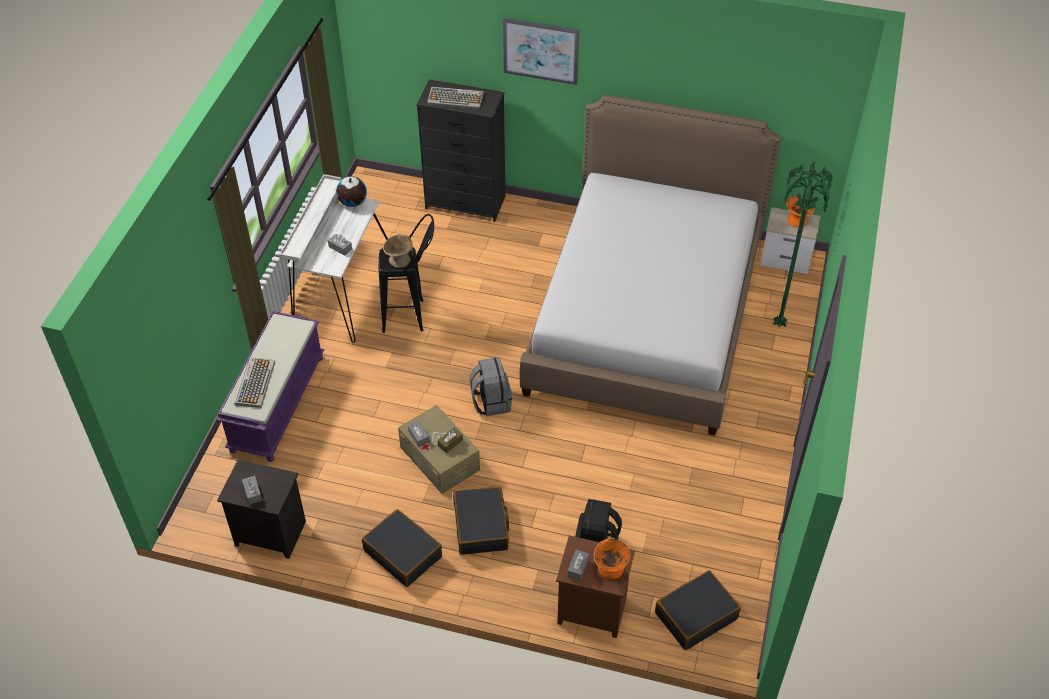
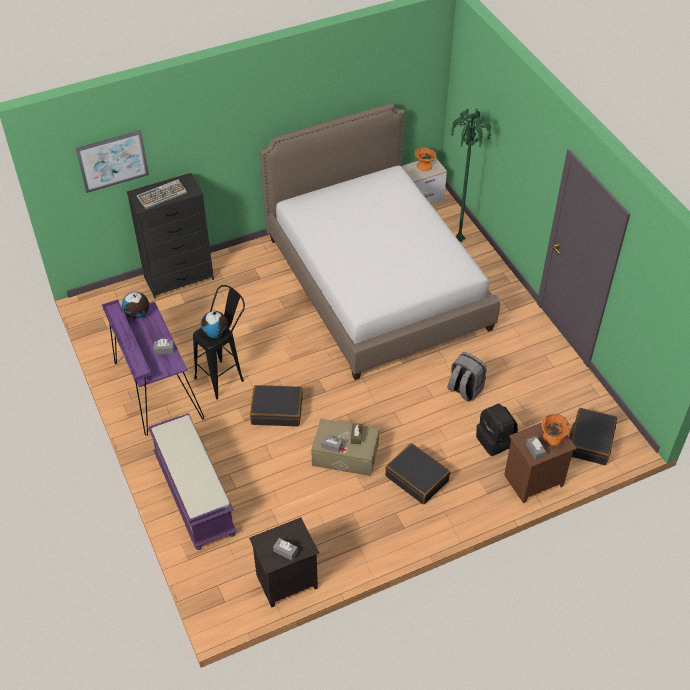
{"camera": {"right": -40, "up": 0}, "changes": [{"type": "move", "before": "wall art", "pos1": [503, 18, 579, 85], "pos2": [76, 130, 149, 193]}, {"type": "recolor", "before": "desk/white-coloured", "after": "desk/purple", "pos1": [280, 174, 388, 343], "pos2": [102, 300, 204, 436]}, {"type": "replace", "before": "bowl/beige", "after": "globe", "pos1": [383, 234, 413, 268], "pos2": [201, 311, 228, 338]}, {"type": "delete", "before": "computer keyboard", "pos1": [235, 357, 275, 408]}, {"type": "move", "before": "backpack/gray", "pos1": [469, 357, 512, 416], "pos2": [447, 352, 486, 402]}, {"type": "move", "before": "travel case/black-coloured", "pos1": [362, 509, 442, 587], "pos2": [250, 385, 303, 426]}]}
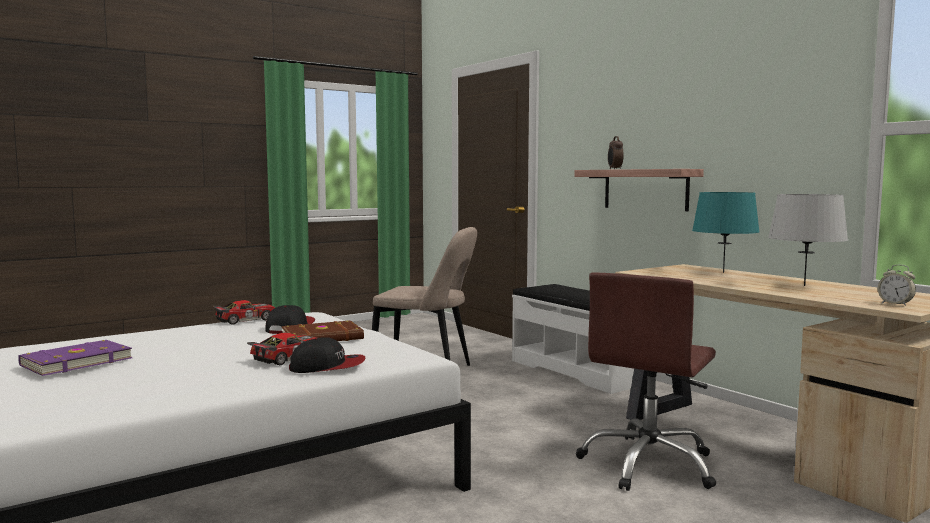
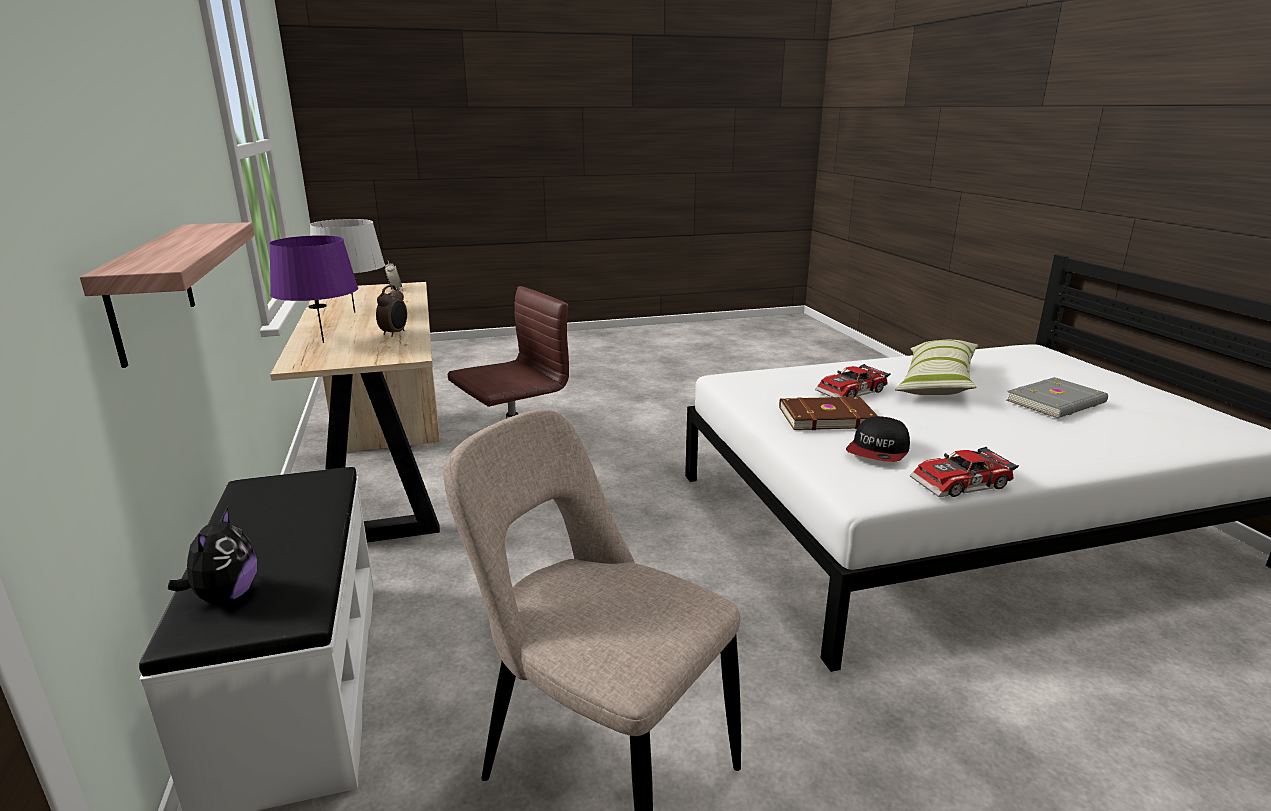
{"camera": {"right": -160, "up": 15}, "changes": [{"type": "move", "before": "alarm clock", "pos1": [608, 136, 624, 169], "pos2": [376, 285, 407, 337]}, {"type": "recolor", "before": "table lamp/turquoise-coloured", "after": "table lamp/purple", "pos1": [692, 192, 760, 273], "pos2": [269, 235, 358, 343]}, {"type": "delete", "before": "peaked cap", "pos1": [289, 337, 365, 373]}, {"type": "recolor", "before": "volume/purple", "after": "volume/gray", "pos1": [18, 340, 132, 376], "pos2": [1006, 377, 1108, 418]}, {"type": "insert", "after": "cushion", "pos2": [895, 340, 979, 395]}, {"type": "insert", "after": "cuddly toy", "pos2": [168, 507, 257, 604]}]}
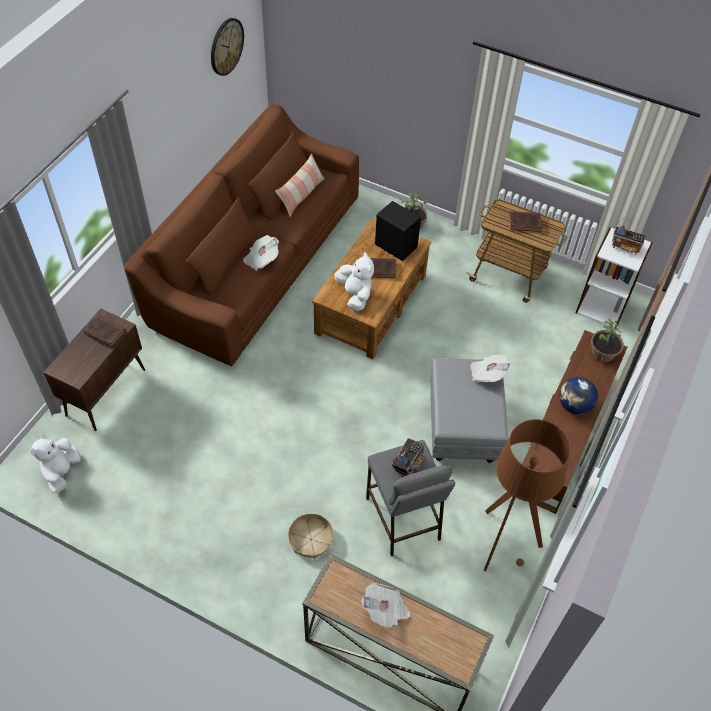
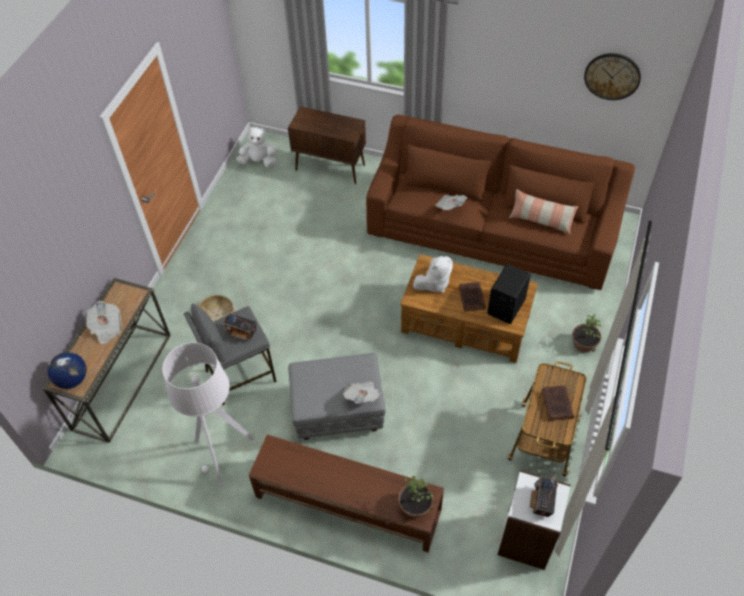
{"camera": {"right": 85, "up": 0}, "changes": [{"type": "delete", "before": "volume/brown-coloured", "pos1": [83, 315, 126, 348]}, {"type": "move", "before": "globe", "pos1": [559, 377, 598, 415], "pos2": [48, 352, 87, 389]}, {"type": "recolor", "before": "standard lamp/brown-coloured", "after": "standard lamp/white-coloured", "pos1": [484, 419, 571, 571], "pos2": [162, 342, 254, 487]}]}
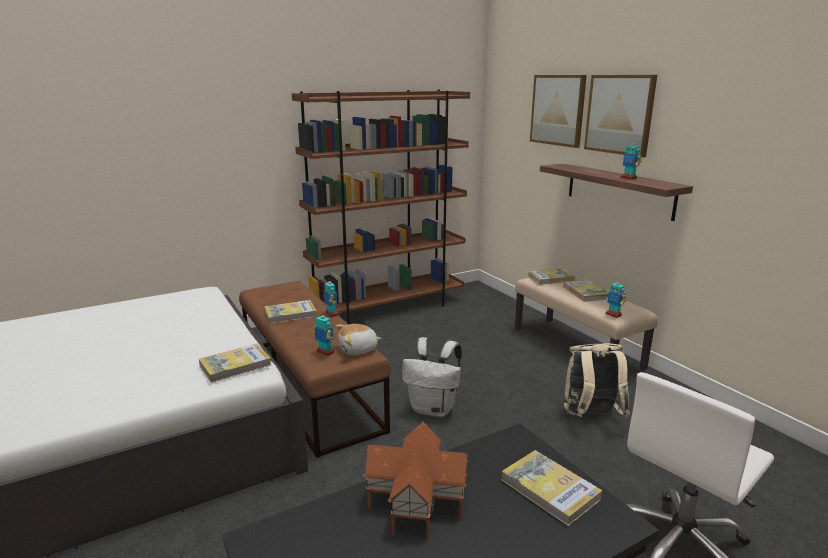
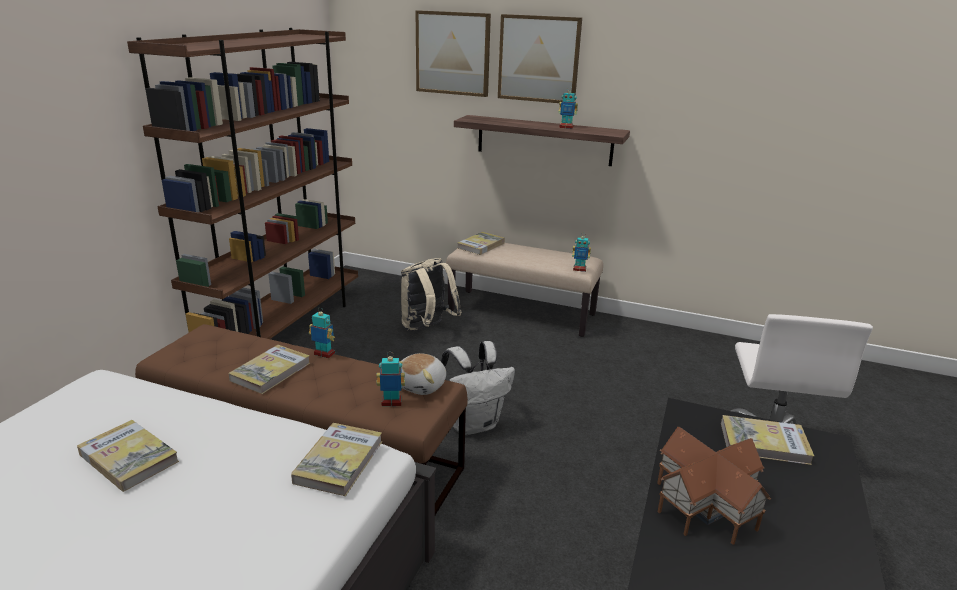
{"camera": {"right": -40, "up": 5}, "changes": [{"type": "move", "before": "volume", "pos1": [563, 280, 608, 302], "pos2": [77, 420, 179, 492]}, {"type": "move", "before": "backpack/beige", "pos1": [564, 343, 630, 417], "pos2": [401, 258, 462, 331]}]}
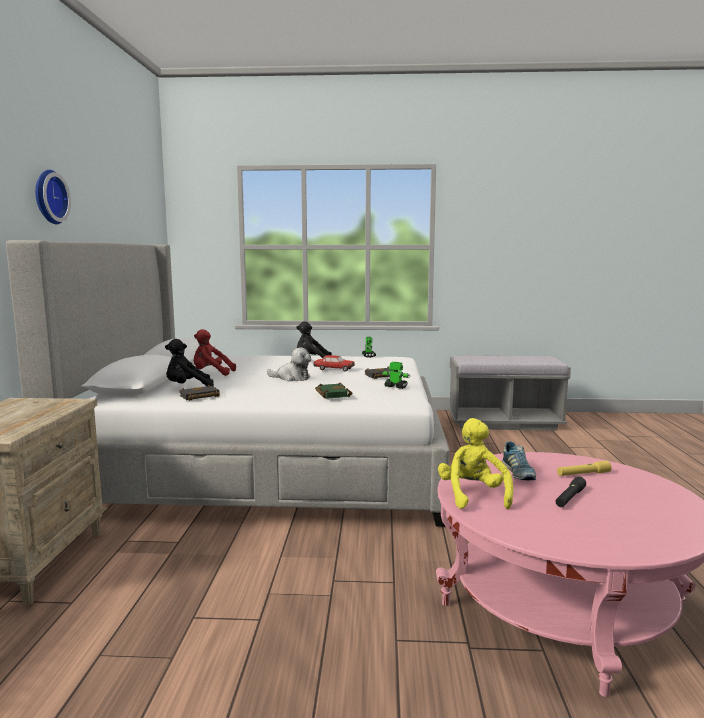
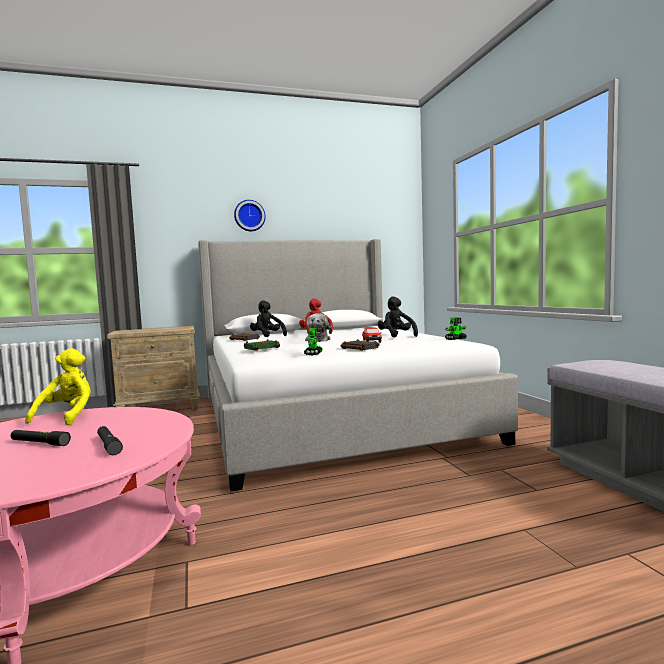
{"camera": {"right": 70, "up": -5}, "changes": [{"type": "rotate", "before": "cuddly toy/yellow-coloured", "pos1": [438, 418, 513, 509], "pos2": [25, 348, 91, 425], "turn": -60}, {"type": "delete", "before": "shoe", "pos1": [502, 441, 536, 480]}, {"type": "recolor", "before": "flashlight/yellow-coloured", "after": "flashlight/black-coloured", "pos1": [557, 461, 611, 476], "pos2": [97, 426, 123, 455]}]}
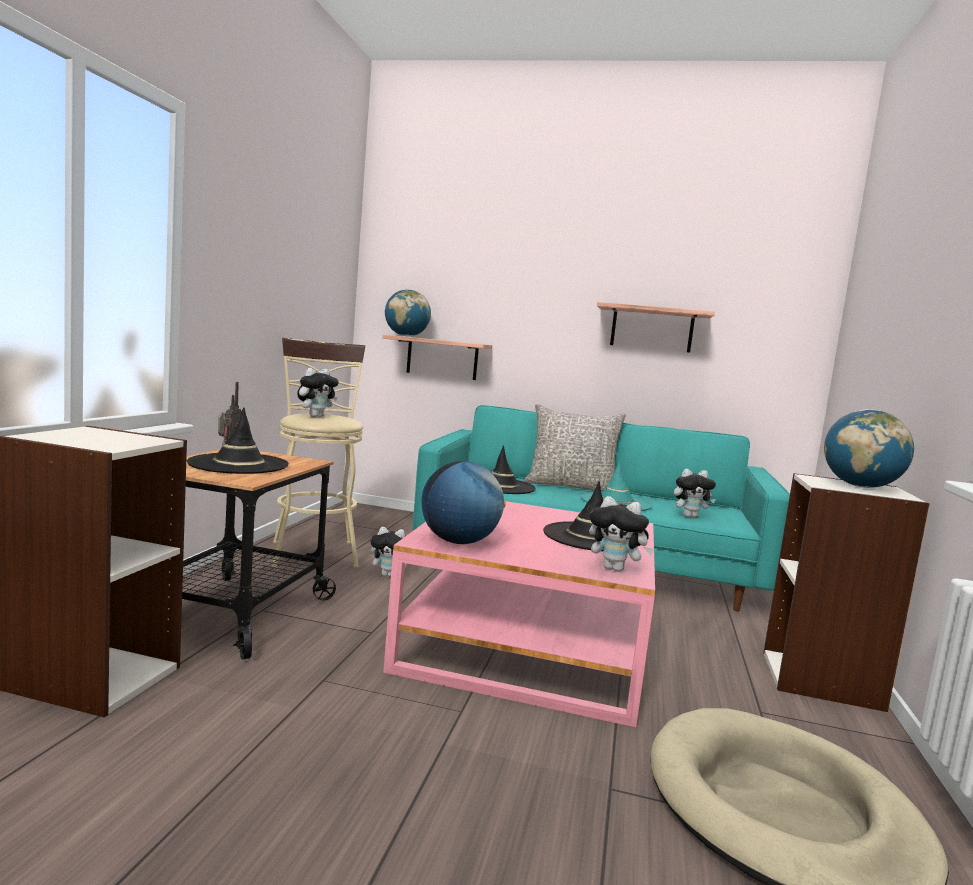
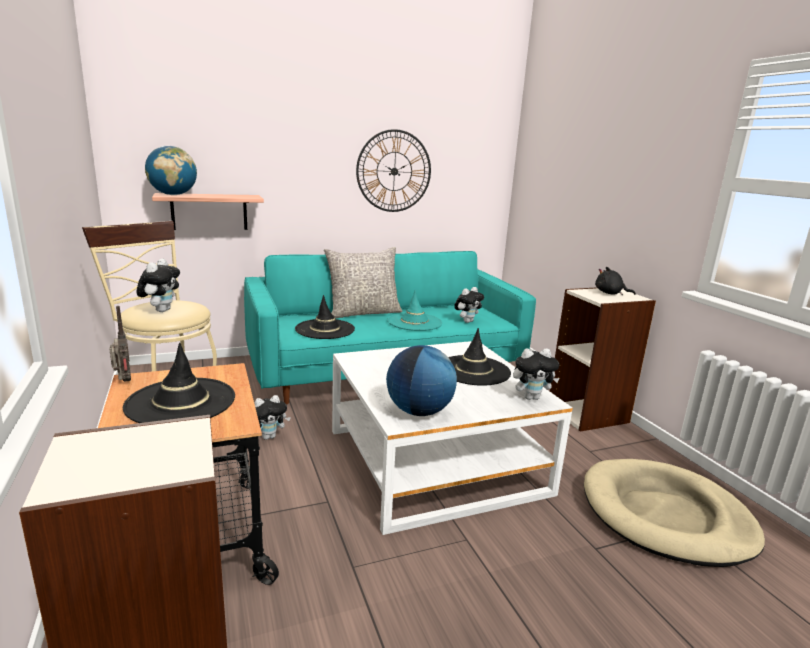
{"camera": {"right": -35, "up": 10}, "changes": [{"type": "replace", "before": "bracket shelf", "after": "wall clock", "pos1": [597, 302, 715, 353], "pos2": [356, 129, 431, 212]}, {"type": "replace", "before": "globe", "after": "cuddly toy/black-coloured", "pos1": [824, 409, 914, 488], "pos2": [595, 267, 636, 295]}, {"type": "recolor", "before": "coffee table/pinkish", "after": "coffee table/white-coloured", "pos1": [383, 501, 655, 727], "pos2": [332, 341, 573, 535]}]}
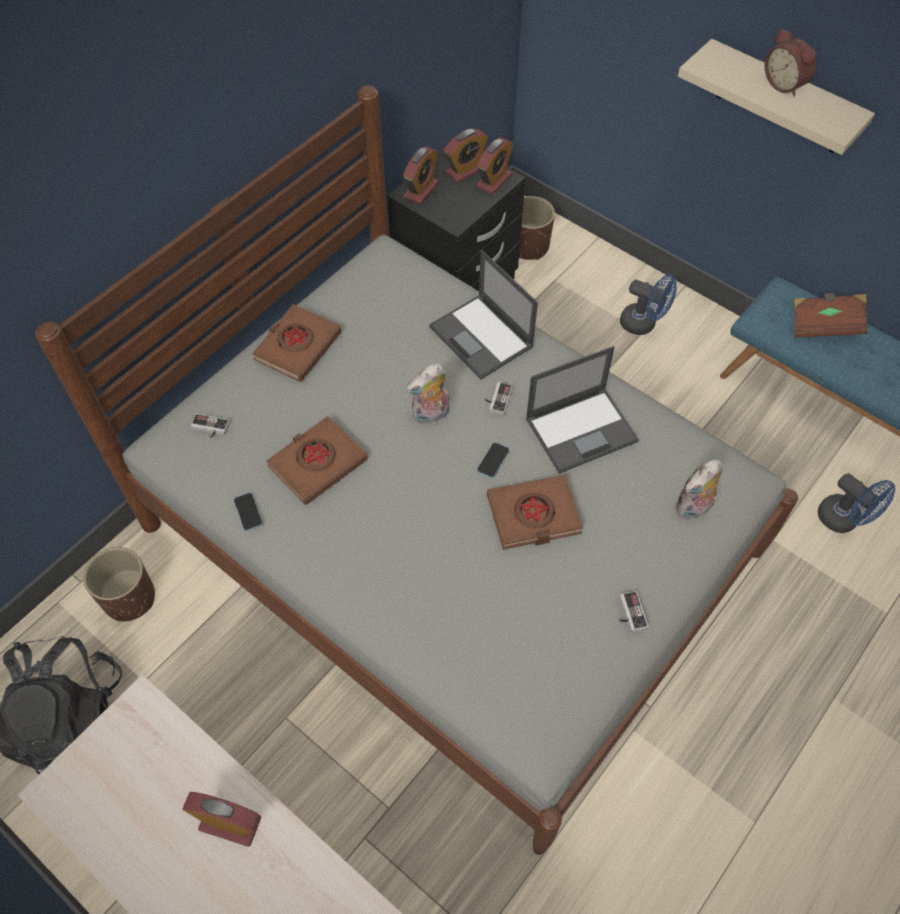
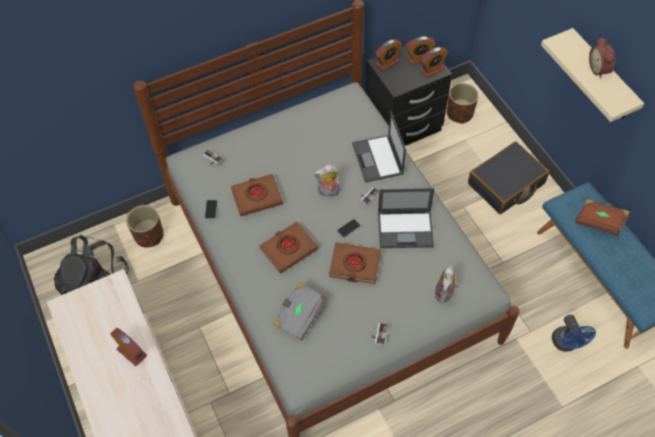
{"camera": {"right": 25, "up": 0}, "changes": [{"type": "replace", "before": "cooling fan/bluish", "after": "travel case/black-coloured", "pos1": [620, 274, 677, 335], "pos2": [468, 141, 549, 214]}, {"type": "move", "before": "volume/brown-coloured", "pos1": [252, 304, 341, 382], "pos2": [260, 221, 318, 273]}, {"type": "rotate", "before": "cuddly toy", "pos1": [675, 460, 722, 520], "pos2": [434, 266, 459, 303], "turn": -60}, {"type": "insert", "after": "volume/gray", "pos2": [273, 281, 327, 341]}]}
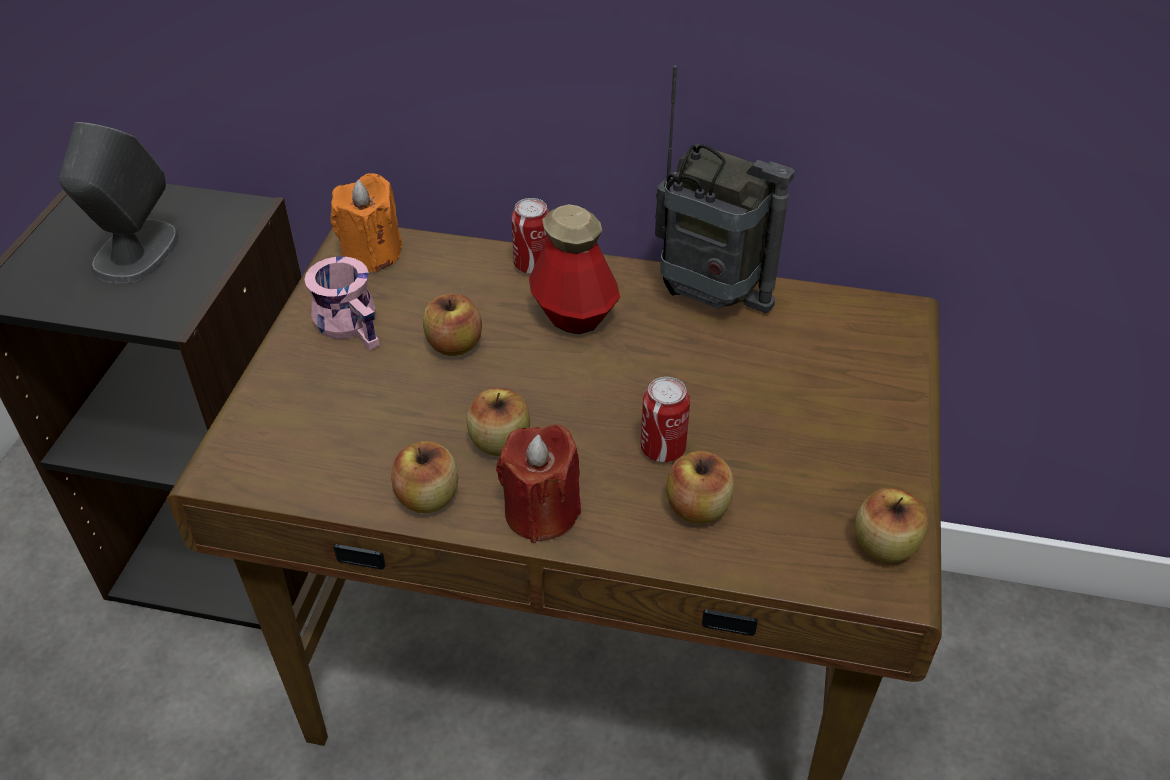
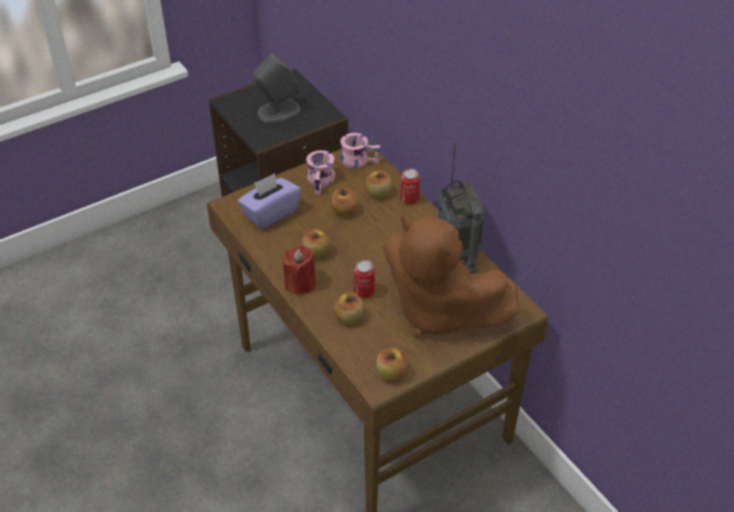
{"camera": {"right": 45, "up": 0}, "changes": [{"type": "replace", "before": "candle/orange", "after": "mug/pinkish", "pos1": [331, 173, 402, 272], "pos2": [340, 133, 380, 169]}, {"type": "delete", "before": "bottle", "pos1": [529, 204, 620, 334]}, {"type": "move", "before": "apple fruit", "pos1": [391, 441, 458, 513], "pos2": [365, 171, 391, 199]}, {"type": "insert", "after": "tissue box/purple", "pos2": [238, 173, 301, 229]}, {"type": "insert", "after": "cuddly toy/brown-coloured", "pos2": [383, 216, 520, 338]}]}
